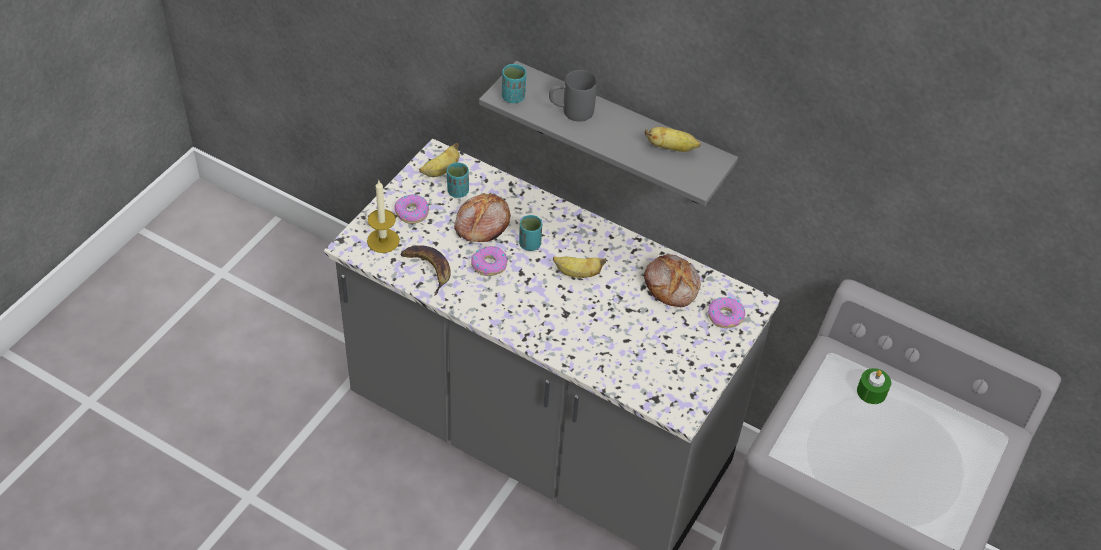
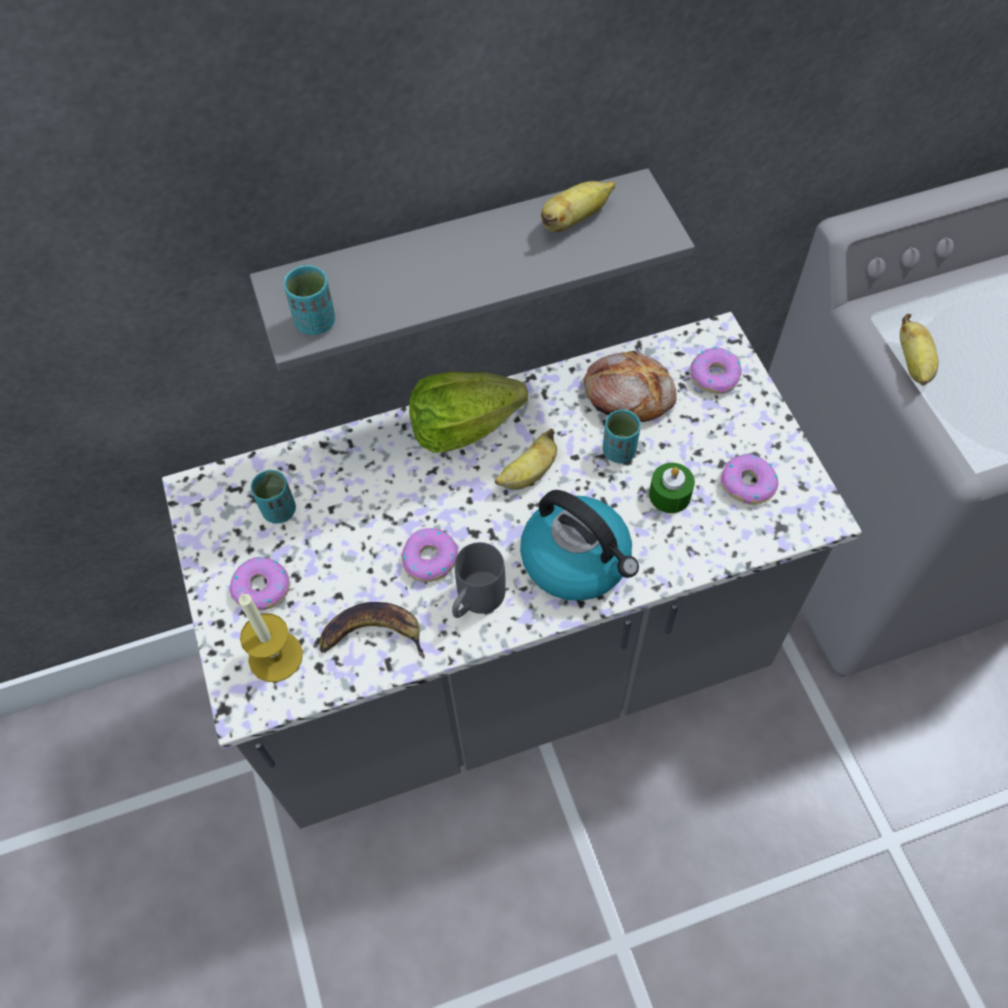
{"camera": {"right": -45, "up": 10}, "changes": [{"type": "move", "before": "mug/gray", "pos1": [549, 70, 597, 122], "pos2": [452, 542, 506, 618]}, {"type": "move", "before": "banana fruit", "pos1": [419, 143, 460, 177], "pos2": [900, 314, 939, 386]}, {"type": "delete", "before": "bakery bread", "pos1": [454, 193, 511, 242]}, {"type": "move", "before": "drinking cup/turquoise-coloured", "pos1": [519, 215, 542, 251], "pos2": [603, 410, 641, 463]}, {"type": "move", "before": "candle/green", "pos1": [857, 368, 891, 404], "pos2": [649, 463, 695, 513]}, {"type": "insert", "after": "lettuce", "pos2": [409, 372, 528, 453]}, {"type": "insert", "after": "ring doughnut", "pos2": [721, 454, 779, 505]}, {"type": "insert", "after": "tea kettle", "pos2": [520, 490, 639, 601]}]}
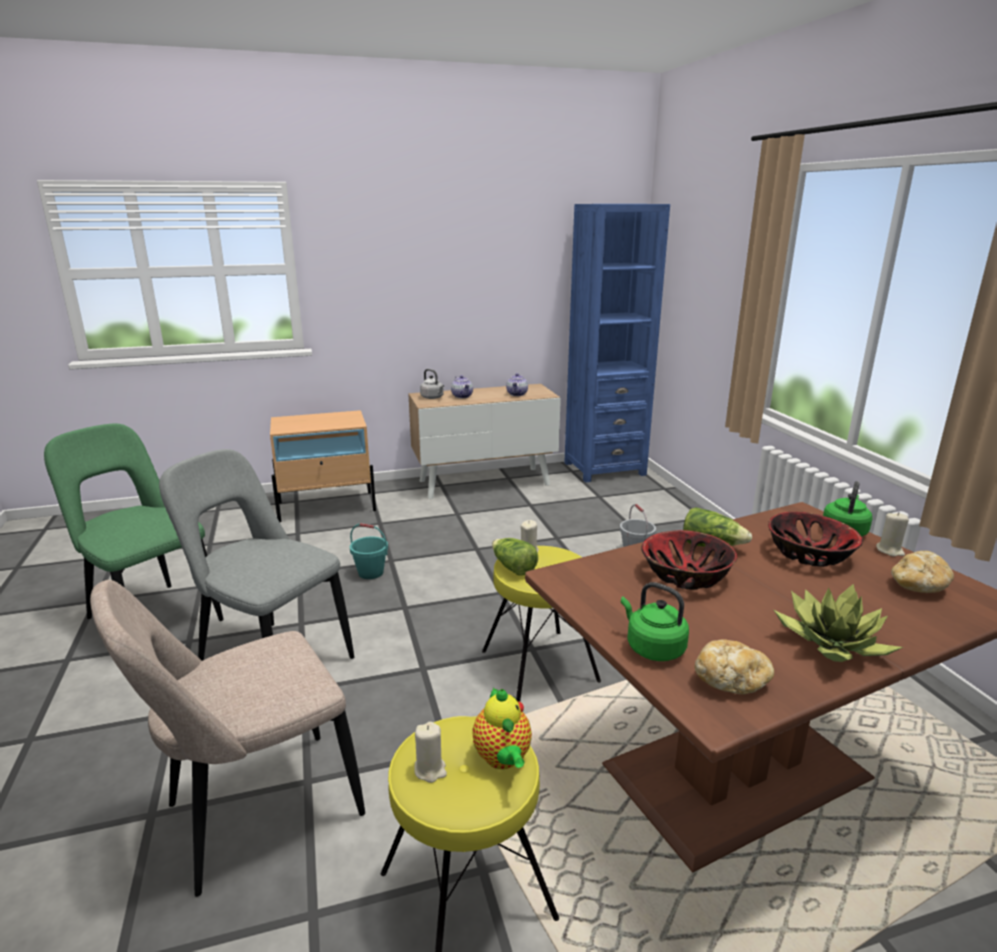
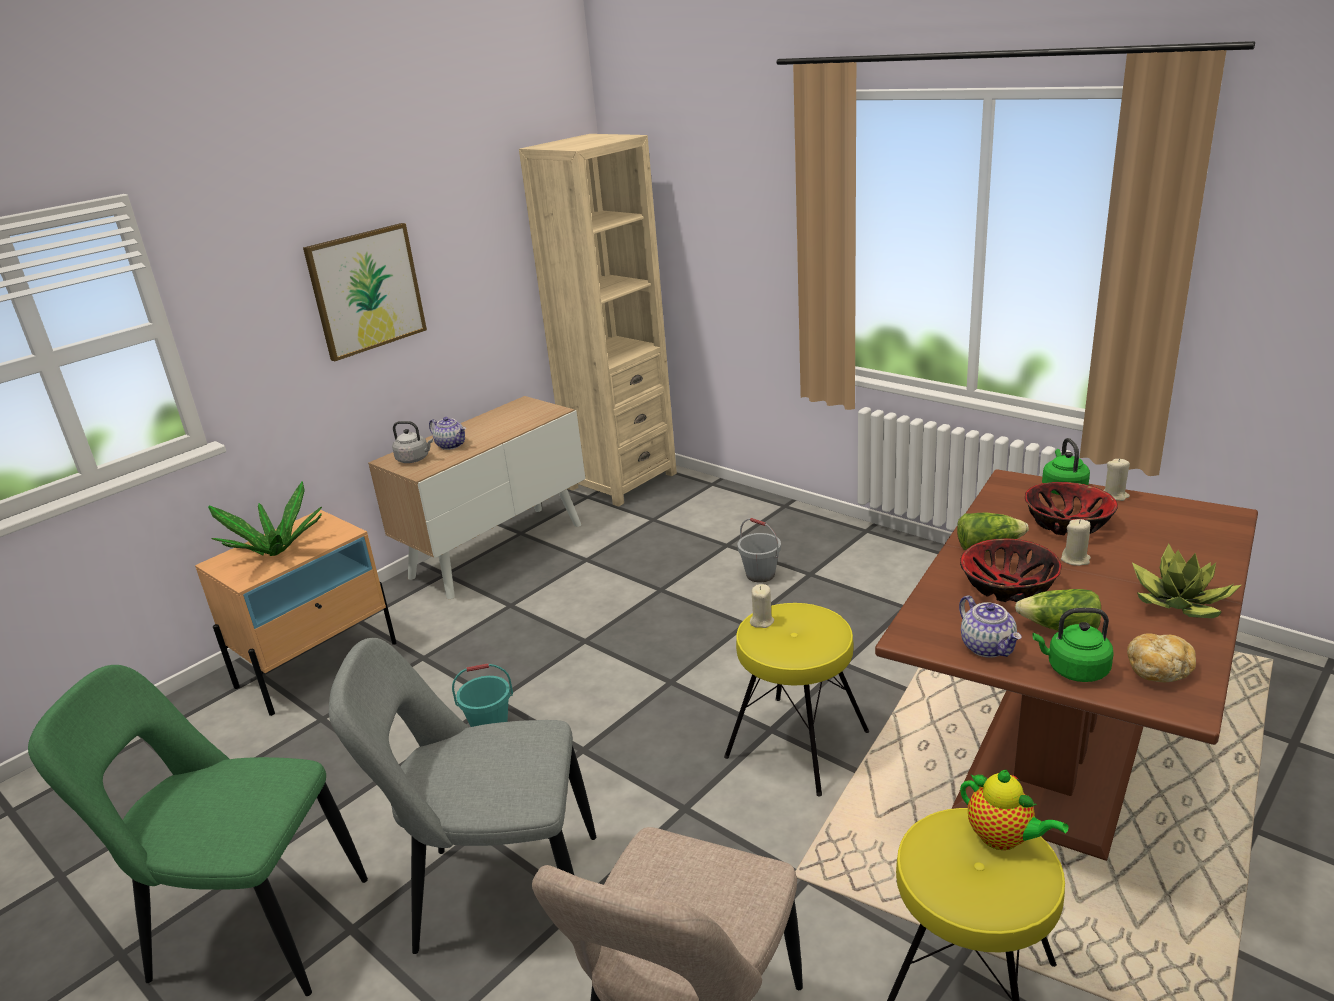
{"camera": {"right": -30, "up": 5}, "changes": [{"type": "recolor", "before": "shelving unit/bluish", "after": "shelving unit/beige", "pos1": [564, 204, 670, 482], "pos2": [519, 134, 677, 507]}, {"type": "move", "before": "tea pot", "pos1": [506, 373, 528, 396], "pos2": [959, 596, 1021, 658]}, {"type": "move", "before": "lettuce", "pos1": [492, 538, 538, 576], "pos2": [1015, 589, 1101, 631]}, {"type": "delete", "before": "bakery bread", "pos1": [891, 551, 954, 593]}, {"type": "move", "before": "candle/beige", "pos1": [414, 722, 447, 783], "pos2": [1061, 519, 1091, 566]}, {"type": "insert", "after": "wall art", "pos2": [303, 223, 427, 361]}, {"type": "insert", "after": "houseplant", "pos2": [208, 481, 322, 556]}]}
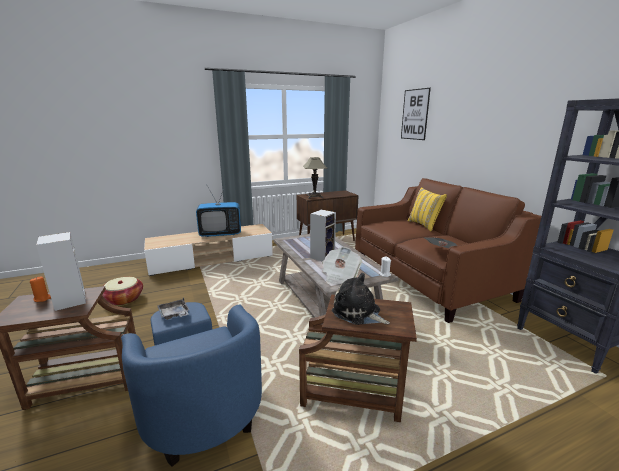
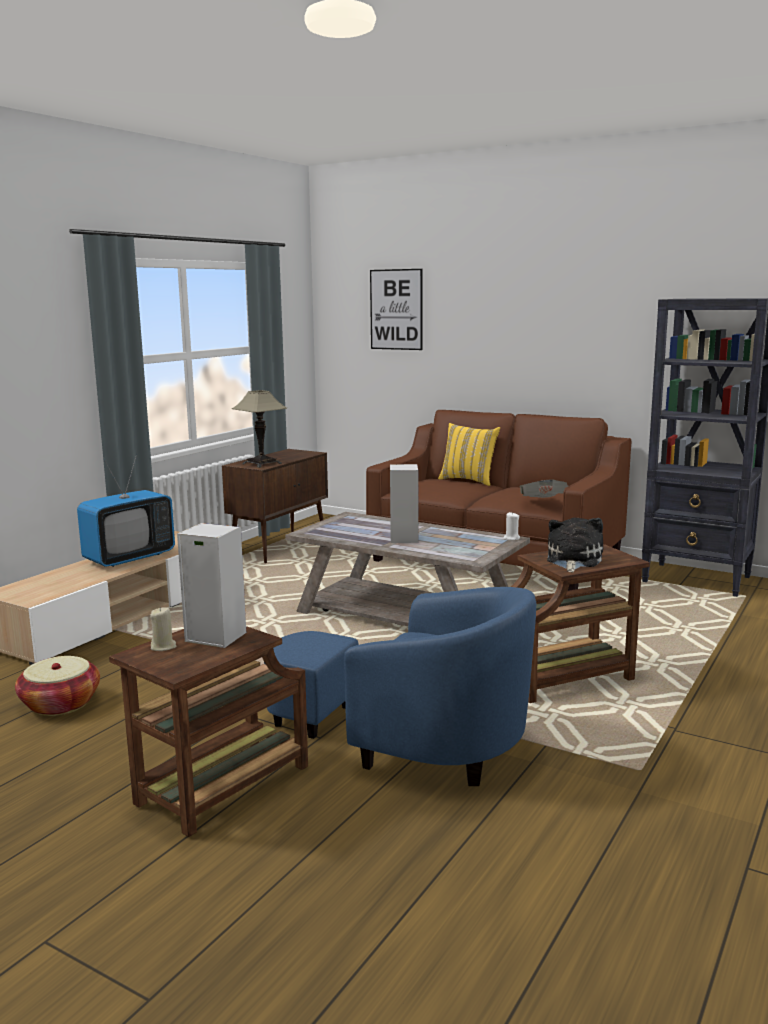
{"camera": {"right": -35, "up": -5}, "changes": [{"type": "delete", "before": "newspaper", "pos1": [322, 247, 362, 285]}, {"type": "rotate", "before": "cuddly toy", "pos1": [332, 273, 390, 325], "pos2": [547, 518, 603, 573], "turn": 105}, {"type": "recolor", "before": "candle/orange", "after": "candle/beige", "pos1": [30, 277, 51, 302], "pos2": [150, 607, 176, 651]}, {"type": "delete", "before": "serving tray/gray", "pos1": [157, 297, 189, 320]}]}
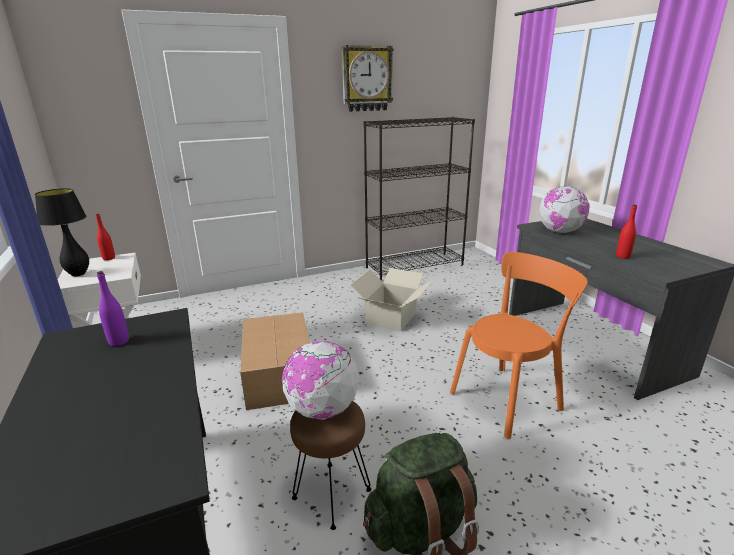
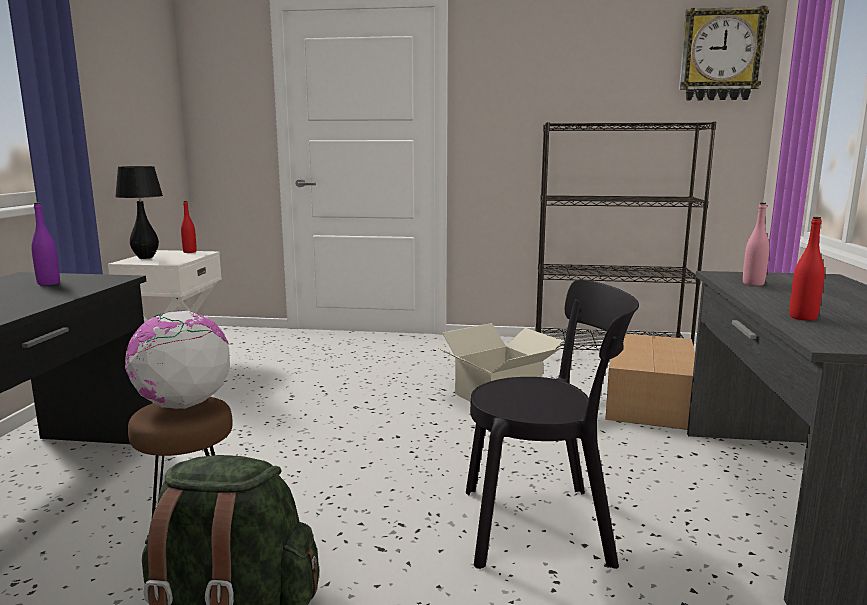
{"camera": {"right": 30, "up": -10}, "changes": [{"type": "move", "before": "wall clock", "pos1": [342, 45, 394, 112], "pos2": [679, 6, 769, 101]}, {"type": "replace", "before": "globe", "after": "bottle/pinkish", "pos1": [539, 186, 589, 233], "pos2": [743, 203, 769, 286]}, {"type": "recolor", "before": "chair/orange", "after": "chair/black-coloured", "pos1": [450, 252, 588, 439], "pos2": [466, 279, 639, 569]}, {"type": "move", "before": "packing box", "pos1": [240, 312, 309, 410], "pos2": [605, 334, 695, 430]}]}
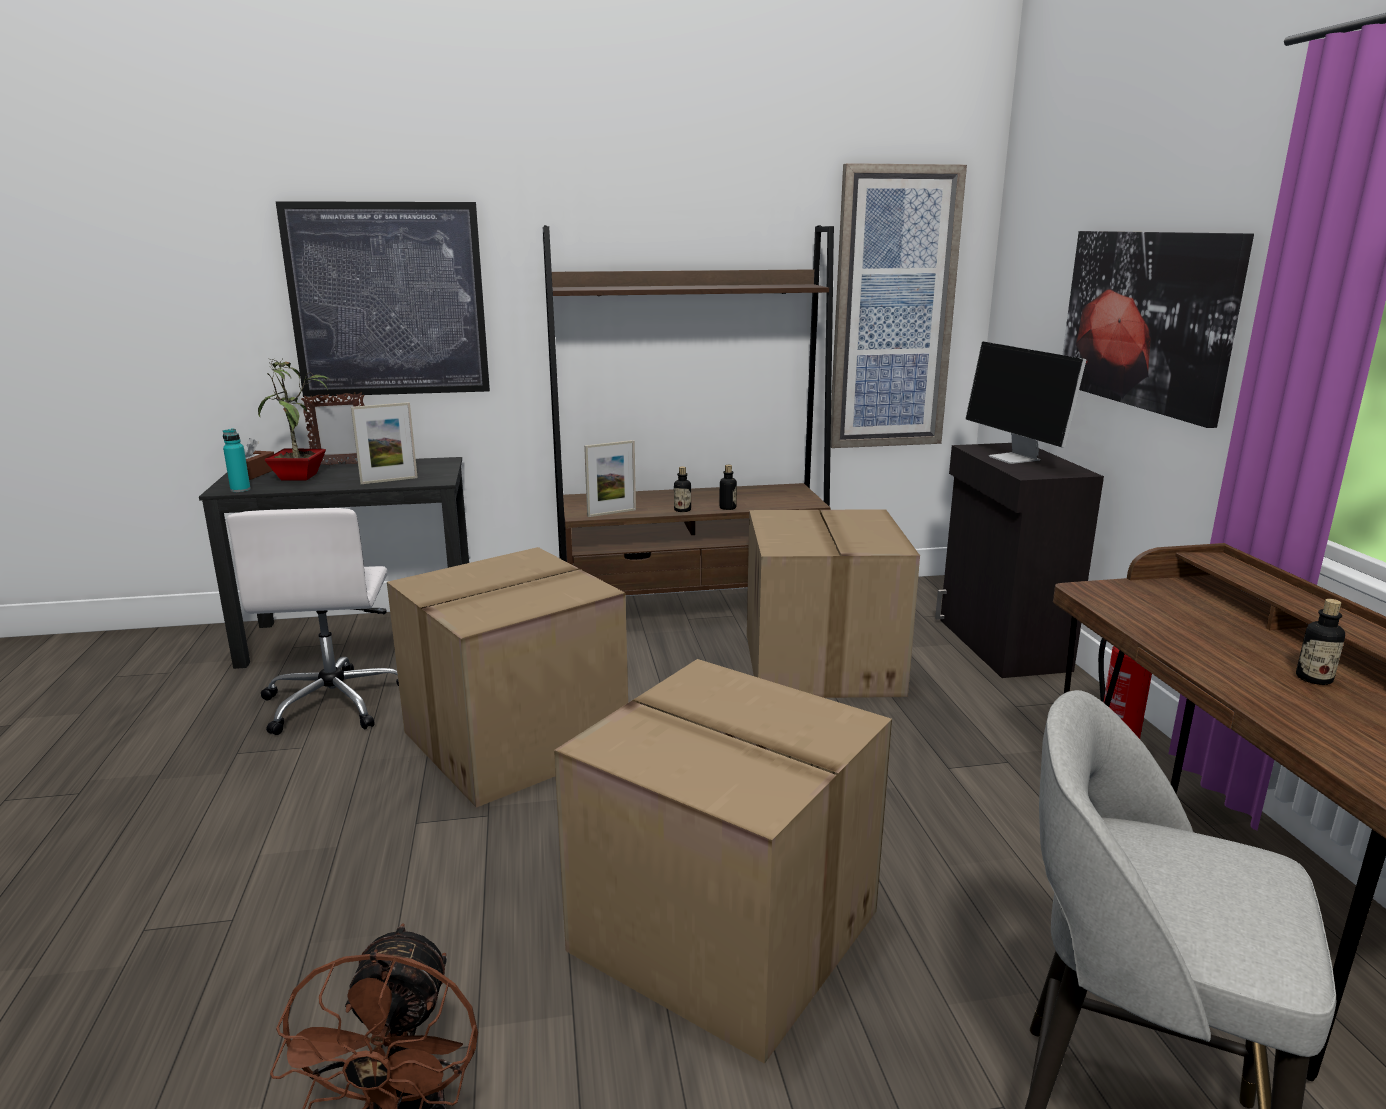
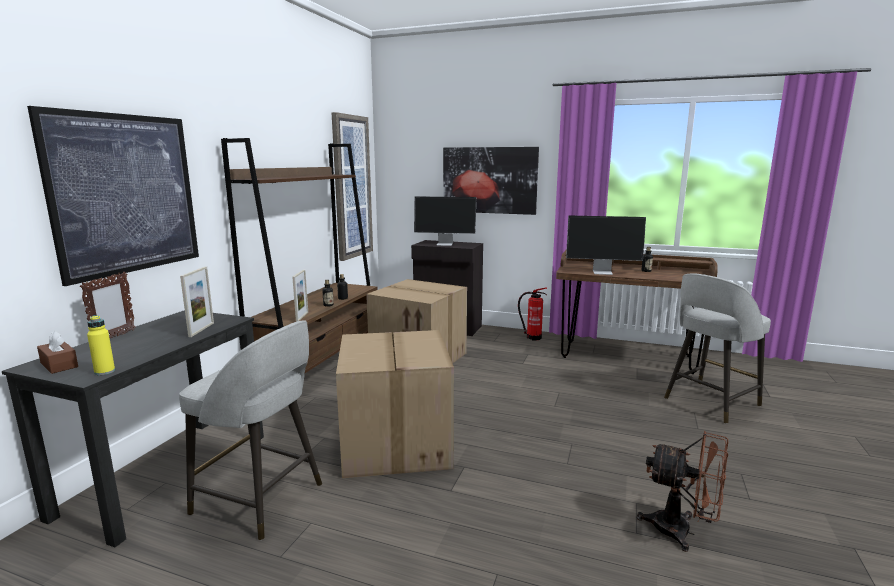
{"camera": {"right": -60, "up": -5}, "changes": [{"type": "delete", "before": "houseplant", "pos1": [258, 358, 332, 481]}, {"type": "recolor", "before": "bottle/turquoise-coloured", "after": "bottle/yellow-coloured", "pos1": [223, 429, 251, 492], "pos2": [87, 315, 115, 375]}, {"type": "replace", "before": "computer chair/white-coloured", "after": "stool/gray", "pos1": [227, 508, 399, 735], "pos2": [179, 320, 322, 540]}, {"type": "delete", "before": "packing box", "pos1": [554, 659, 892, 1064]}, {"type": "insert", "after": "monitor", "pos2": [566, 215, 646, 275]}]}
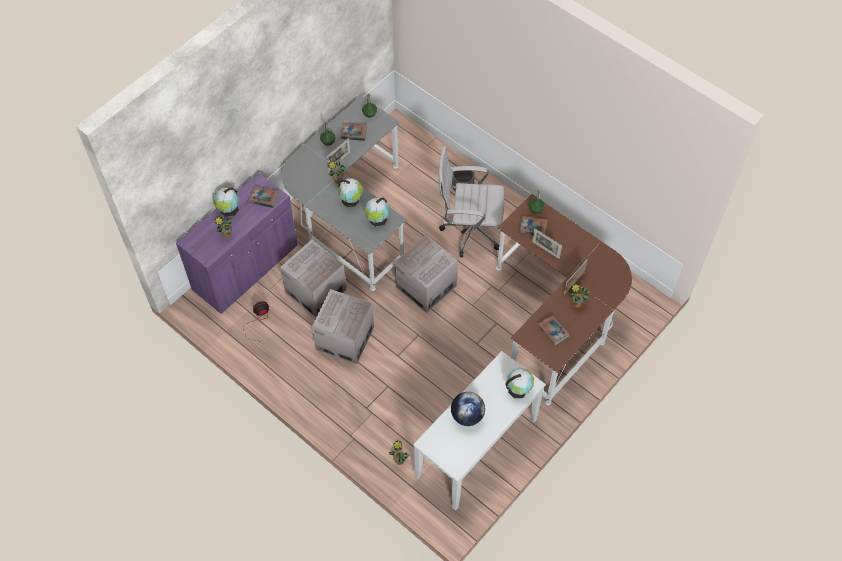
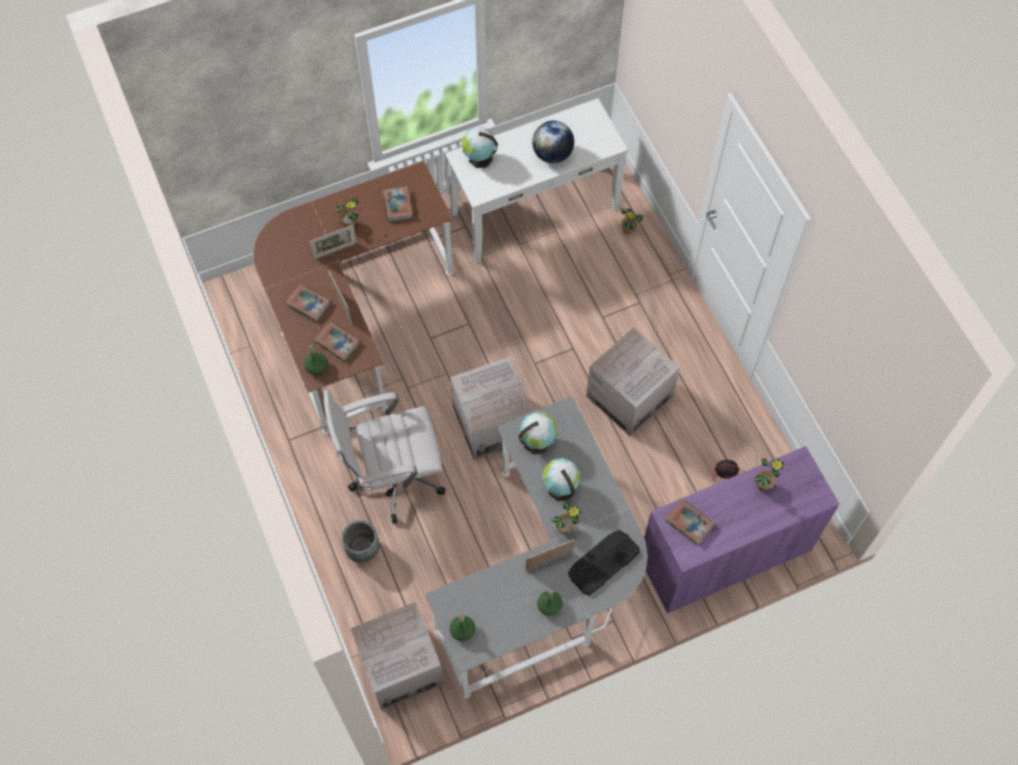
{"camera": {"right": -155, "up": 5}, "changes": [{"type": "move", "before": "volume", "pos1": [341, 123, 367, 141], "pos2": [285, 284, 331, 322]}, {"type": "rotate", "before": "computer chair/white-coloured", "pos1": [439, 146, 504, 257], "pos2": [324, 390, 445, 524], "turn": 135}, {"type": "delete", "before": "globe", "pos1": [213, 188, 239, 217]}, {"type": "move", "before": "packing box", "pos1": [280, 240, 346, 317], "pos2": [350, 602, 444, 710]}, {"type": "insert", "after": "computer keyboard", "pos2": [568, 530, 640, 596]}]}
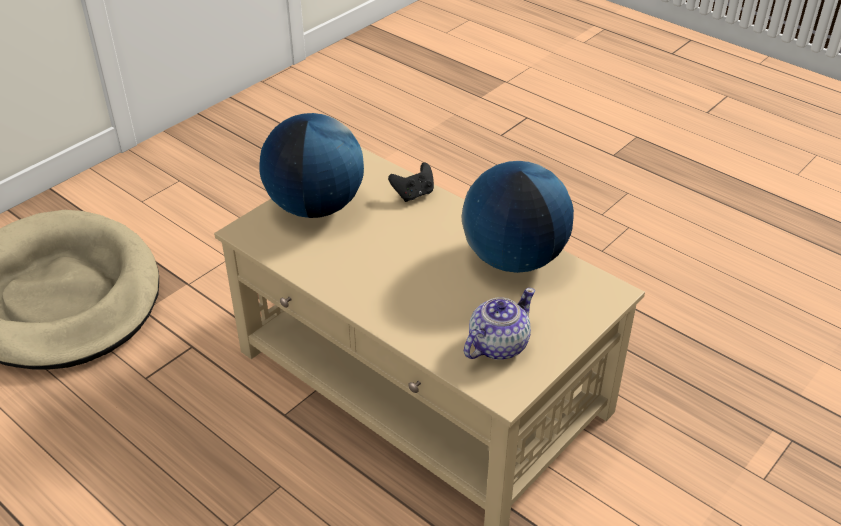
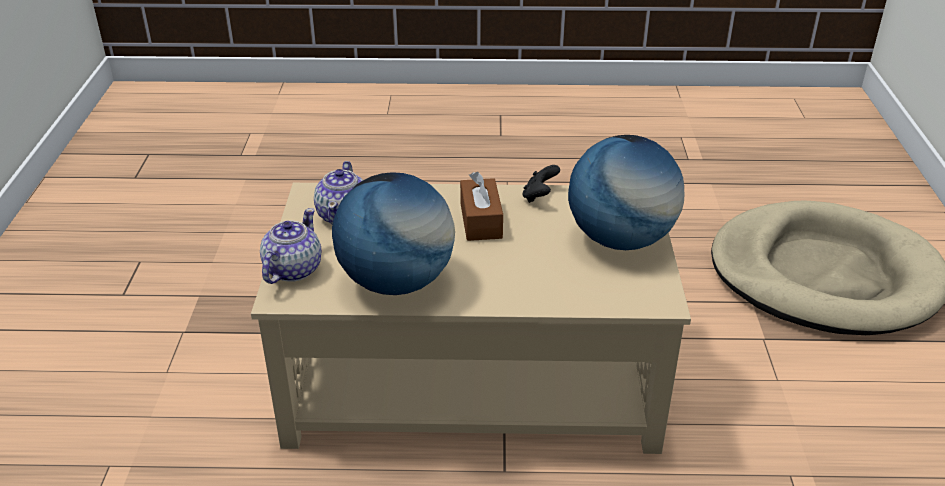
{"camera": {"right": 140, "up": -5}, "changes": [{"type": "move", "before": "joypad/black-coloured", "pos1": [388, 162, 434, 202], "pos2": [522, 165, 560, 203]}, {"type": "insert", "after": "tissue box/brown-coloured", "pos2": [460, 171, 503, 241]}, {"type": "insert", "after": "tea pot", "pos2": [260, 208, 321, 284]}]}
